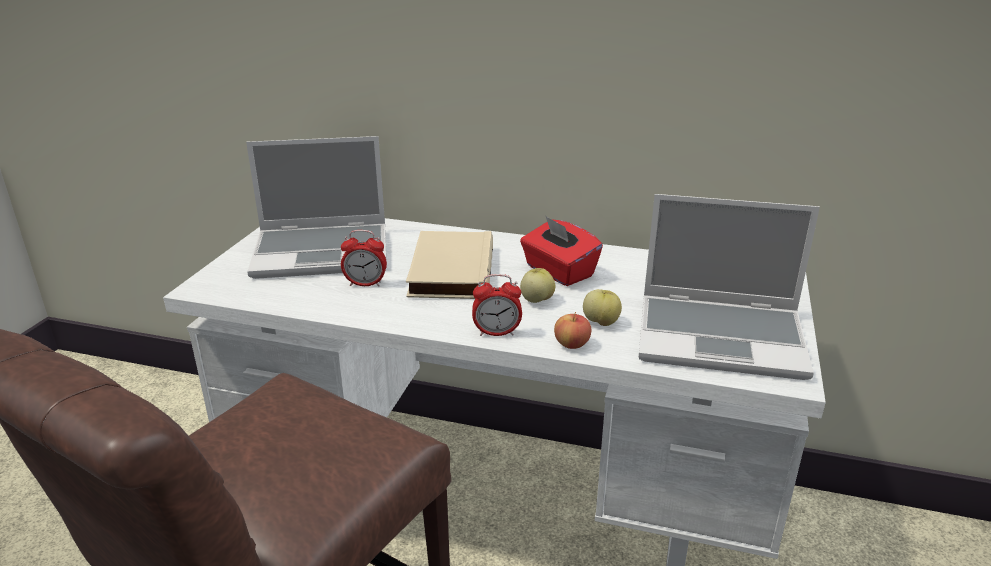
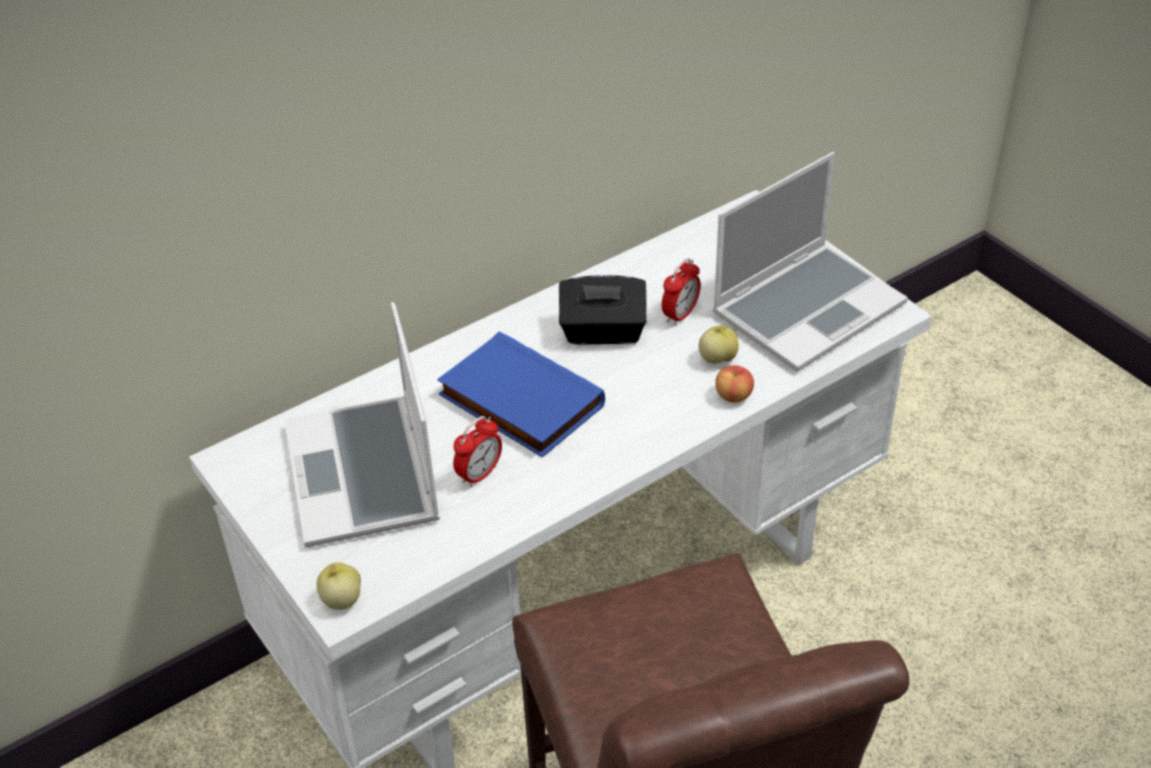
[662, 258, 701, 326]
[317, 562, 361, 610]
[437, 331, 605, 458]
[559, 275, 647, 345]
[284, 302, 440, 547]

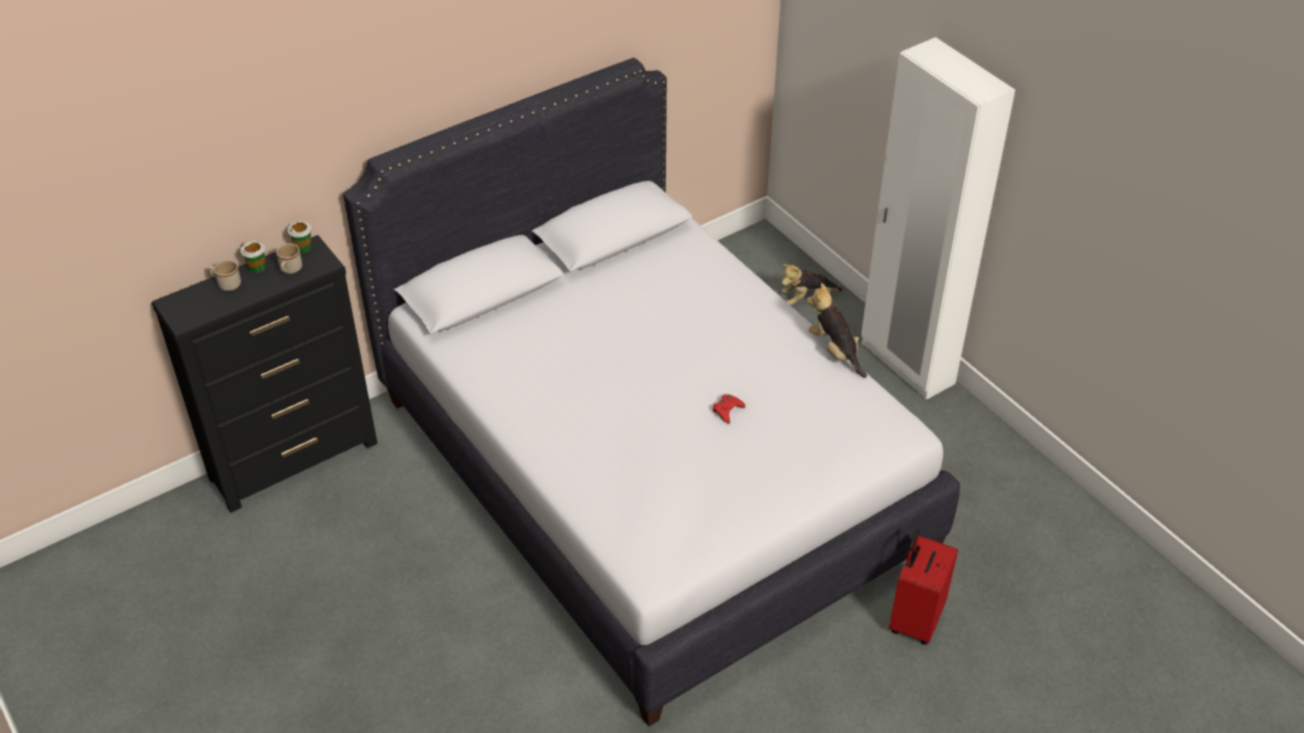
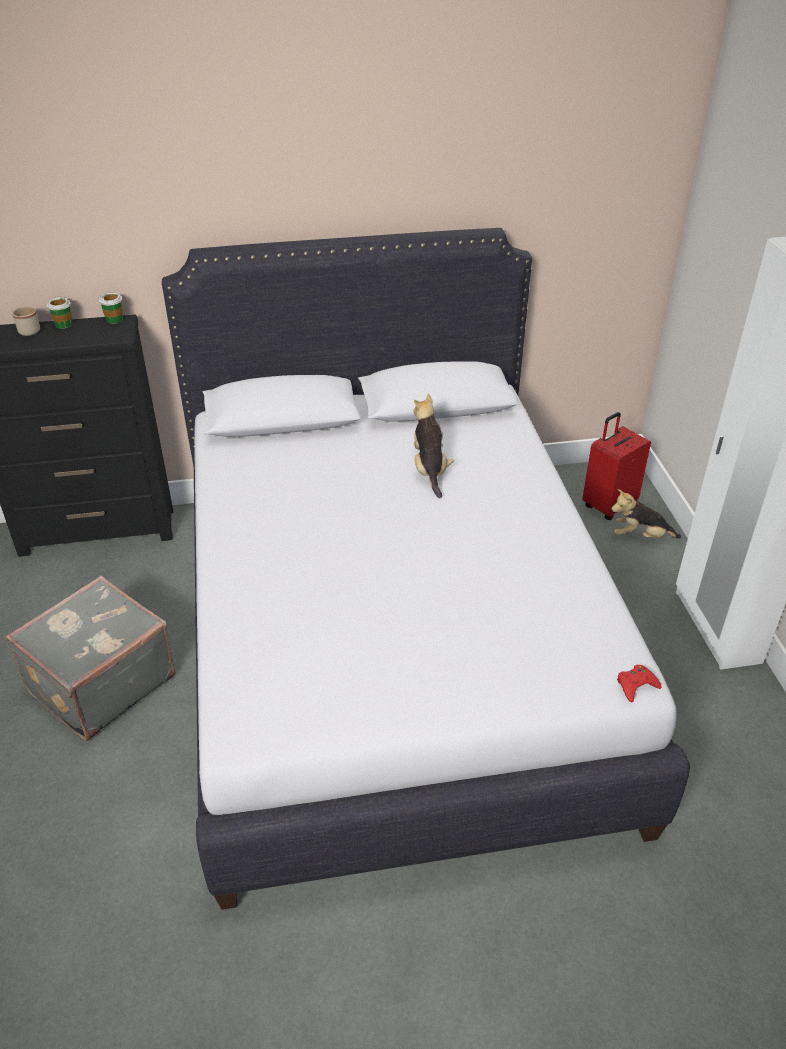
[276, 243, 302, 274] (first image)
[5, 575, 176, 741]
[617, 665, 661, 703]
[413, 394, 454, 498]
[582, 412, 651, 520]

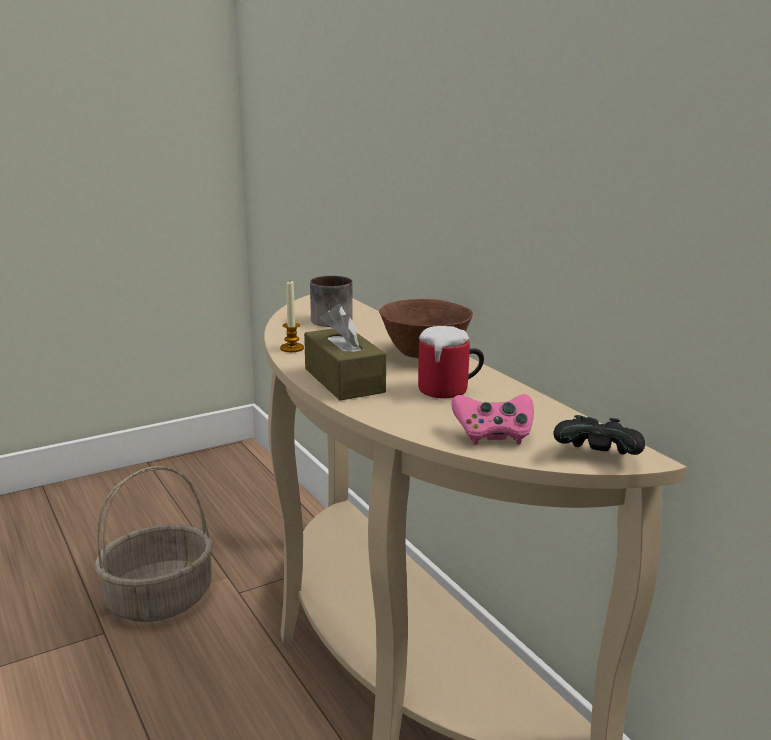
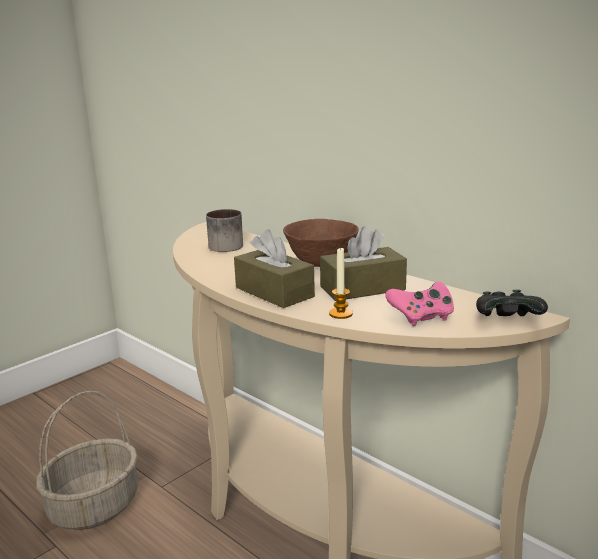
[329, 247, 353, 319]
[320, 226, 407, 301]

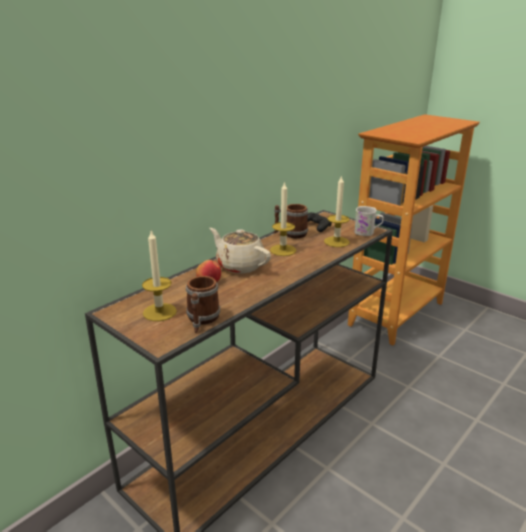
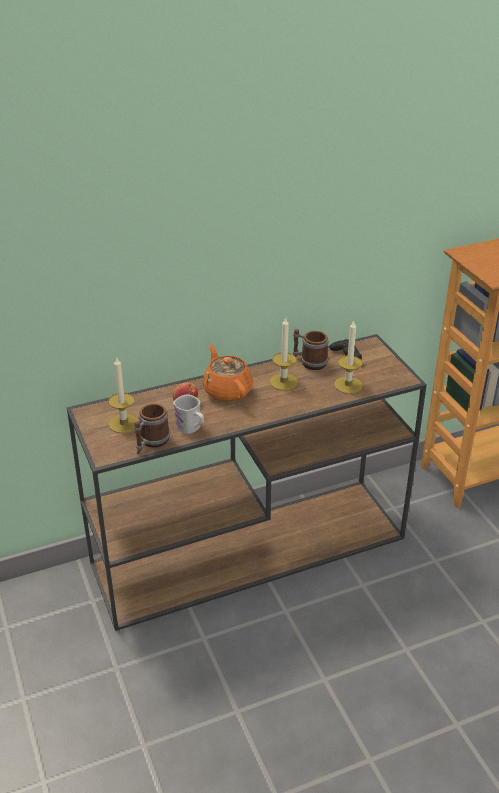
[173, 394, 204, 434]
[203, 344, 253, 402]

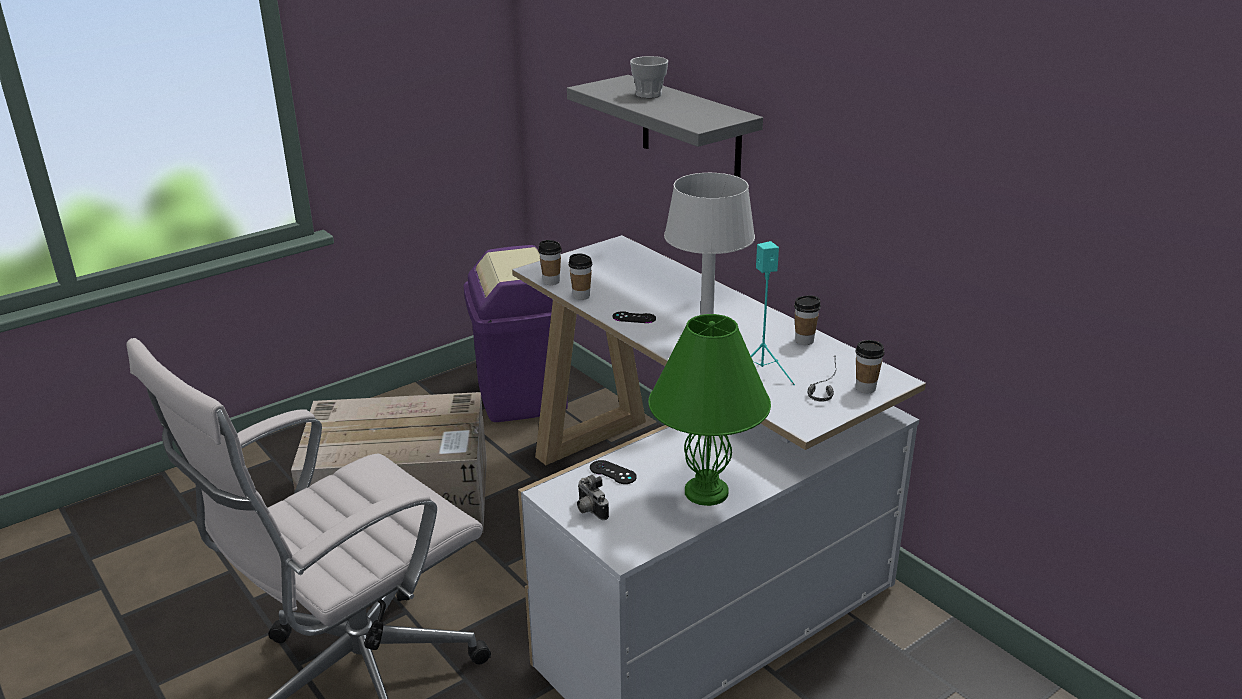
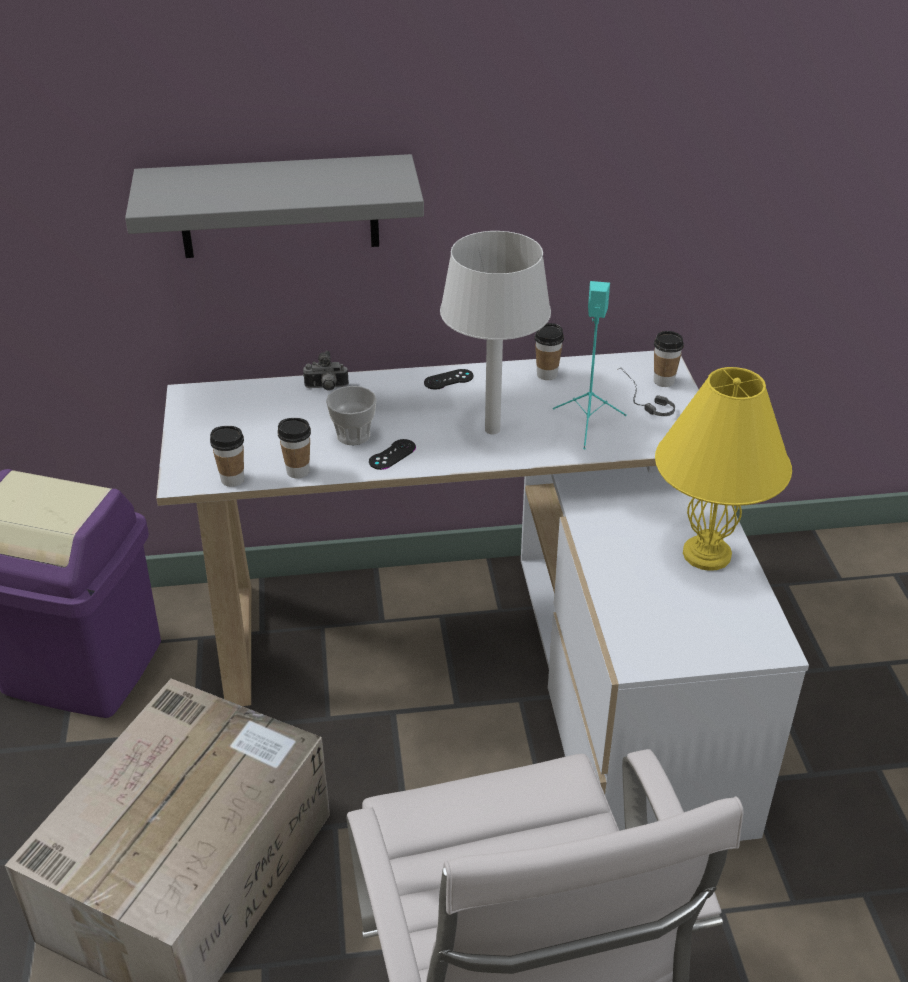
[303, 351, 349, 390]
[424, 369, 473, 390]
[326, 386, 377, 445]
[655, 367, 792, 571]

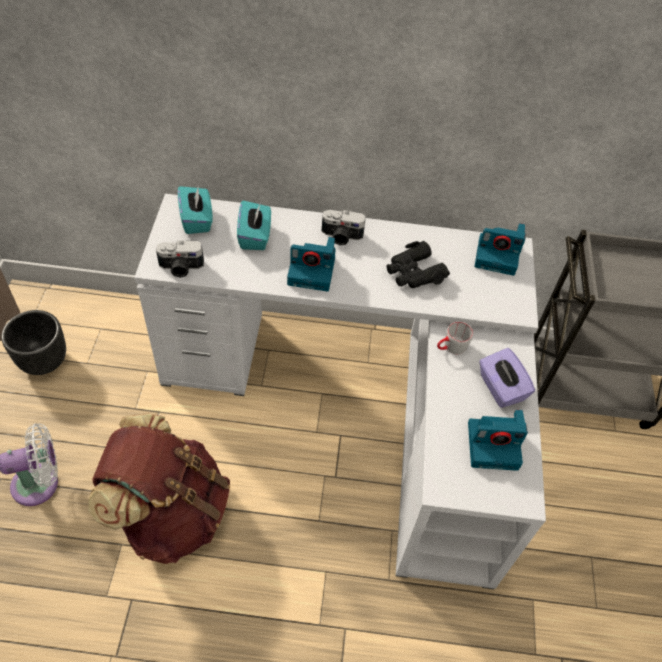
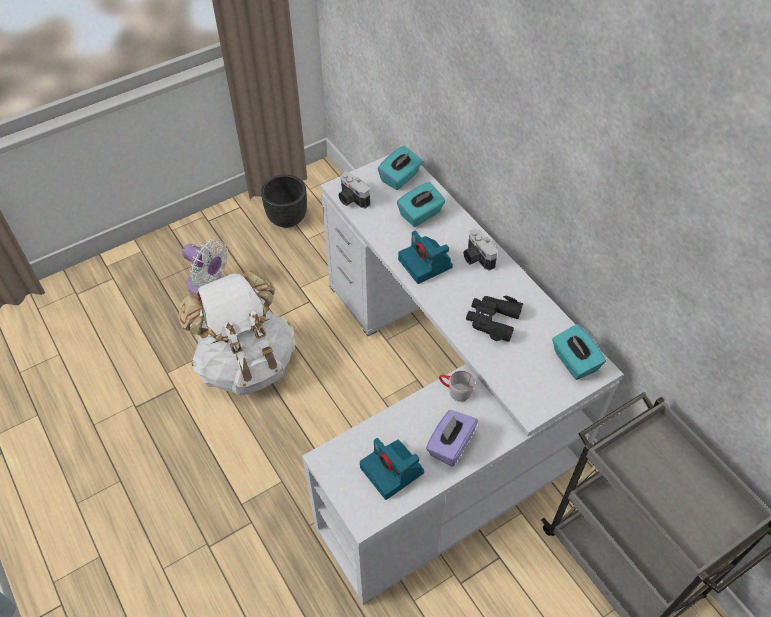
[552, 324, 606, 380]
[179, 271, 295, 396]

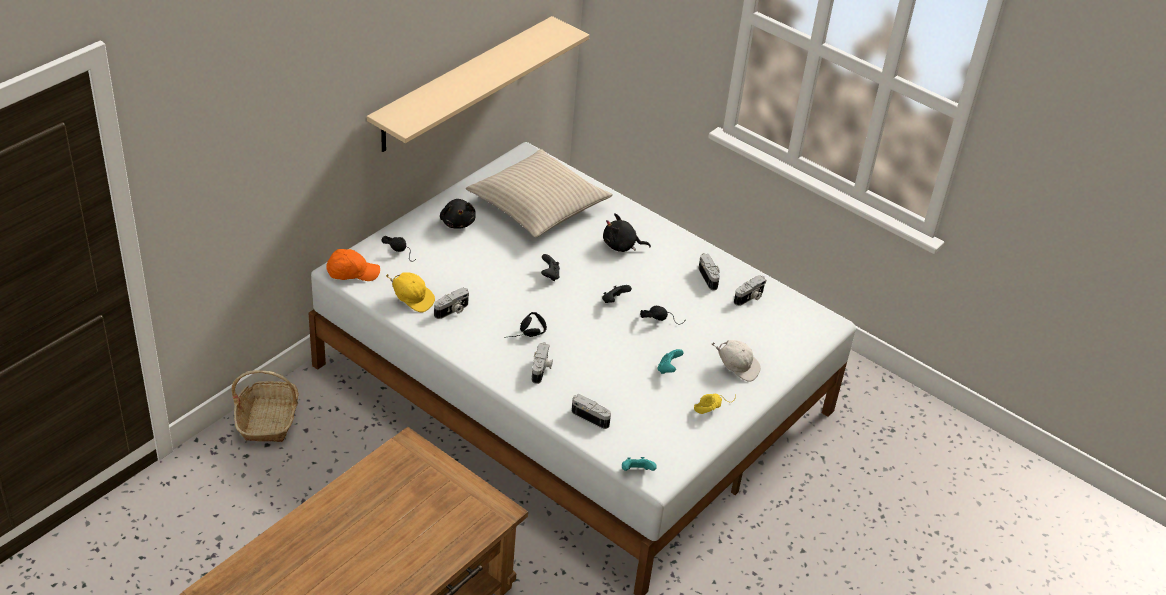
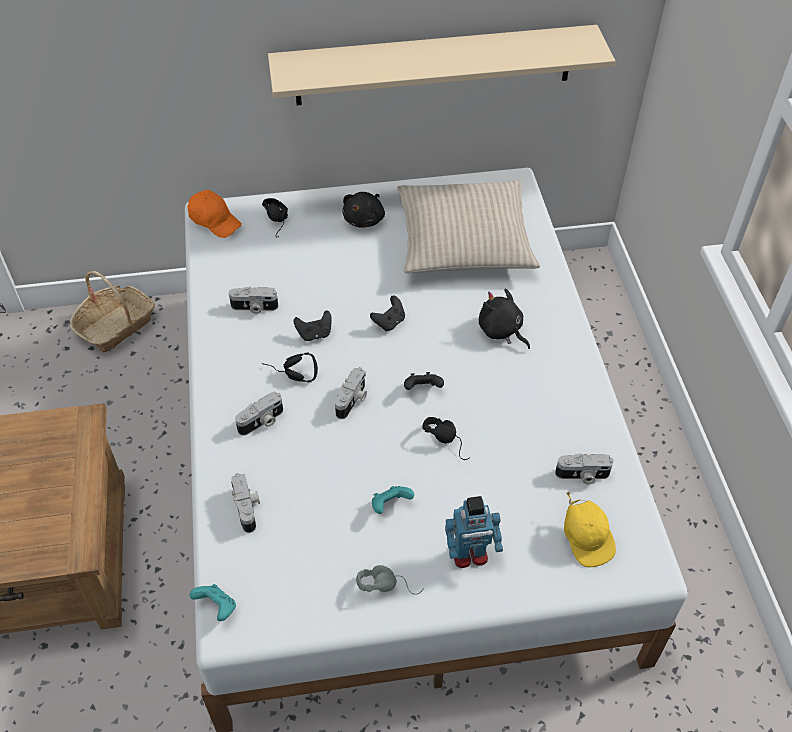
[294, 310, 332, 341]
[564, 492, 616, 567]
[335, 367, 367, 419]
[445, 496, 503, 568]
[356, 565, 424, 595]

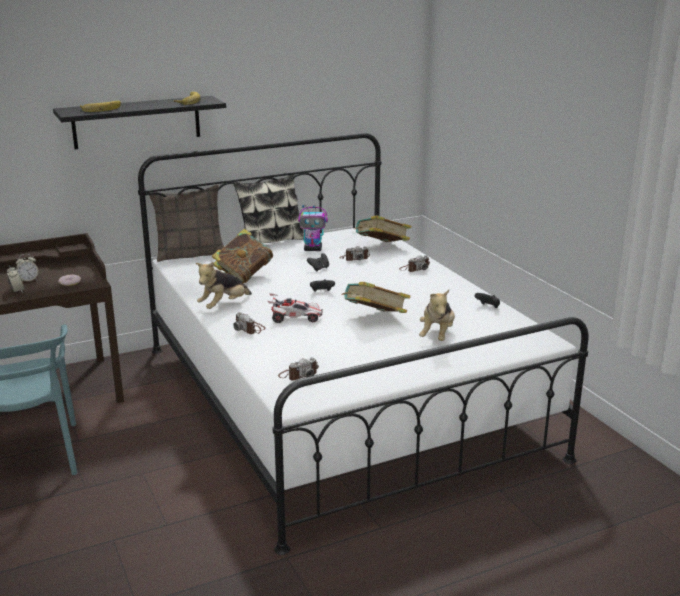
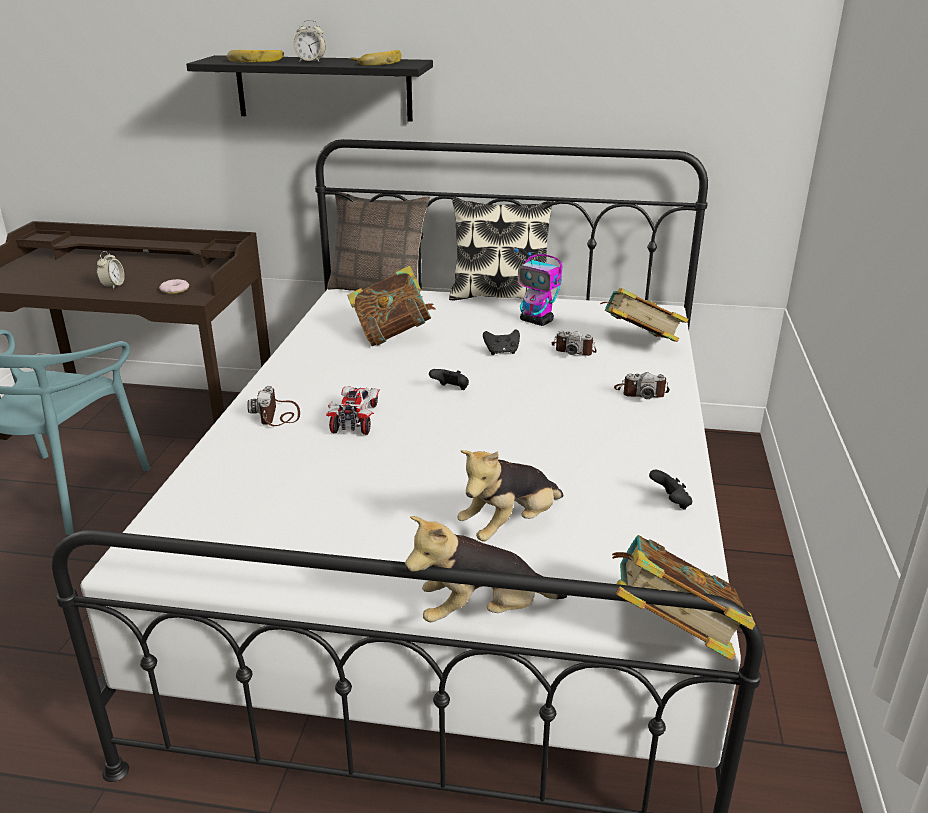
[278, 357, 319, 380] (first image)
[293, 20, 326, 62]
[405, 516, 567, 622]
[612, 535, 755, 661]
[326, 386, 380, 435]

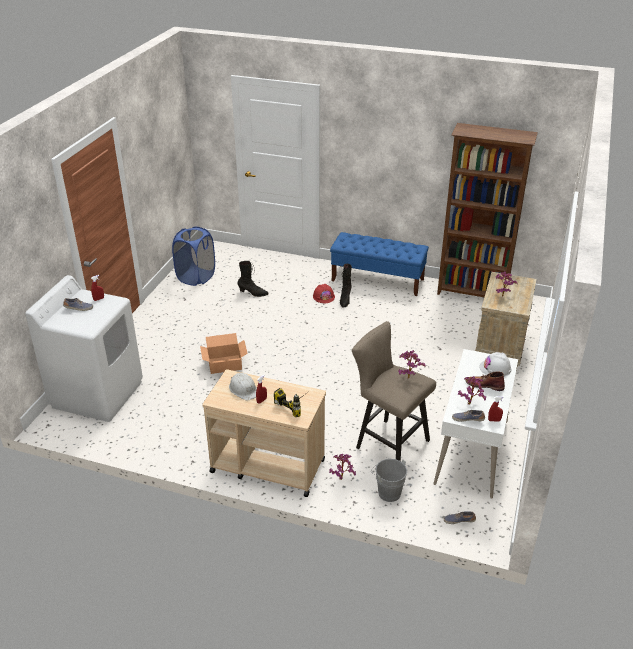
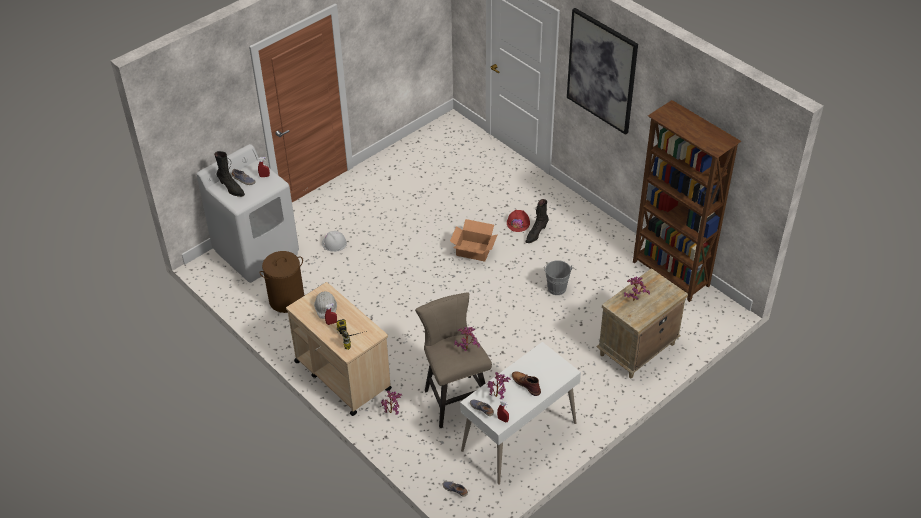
[172, 227, 215, 286] (first image)
[330, 232, 429, 296] (first image)
[259, 251, 304, 313]
[567, 8, 638, 135]
[450, 219, 498, 262]
[214, 151, 245, 197]
[544, 260, 572, 295]
[322, 231, 347, 252]

